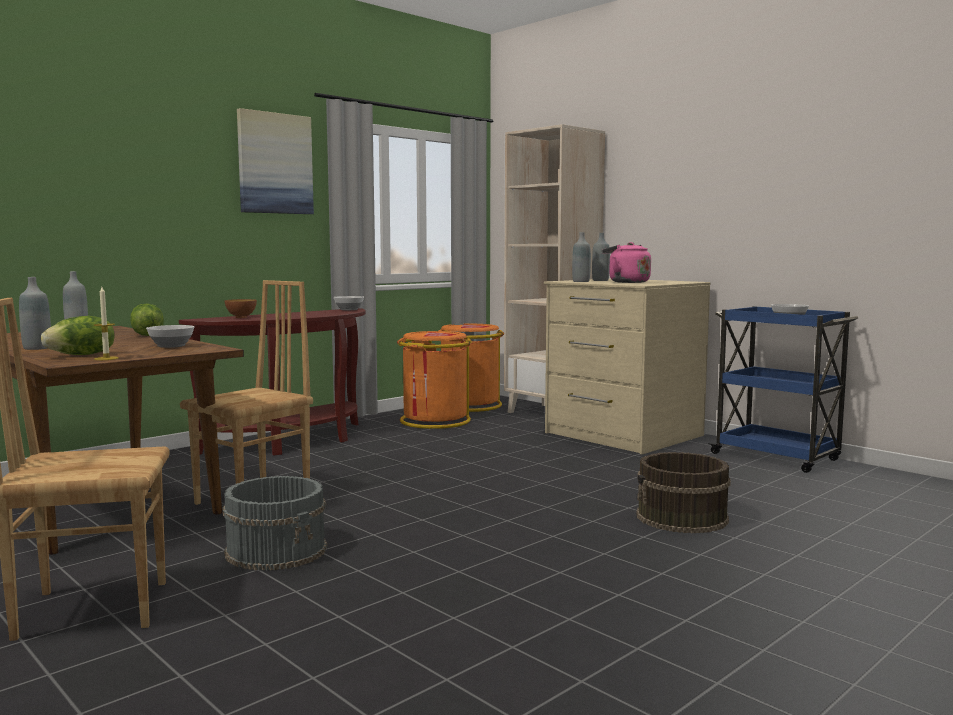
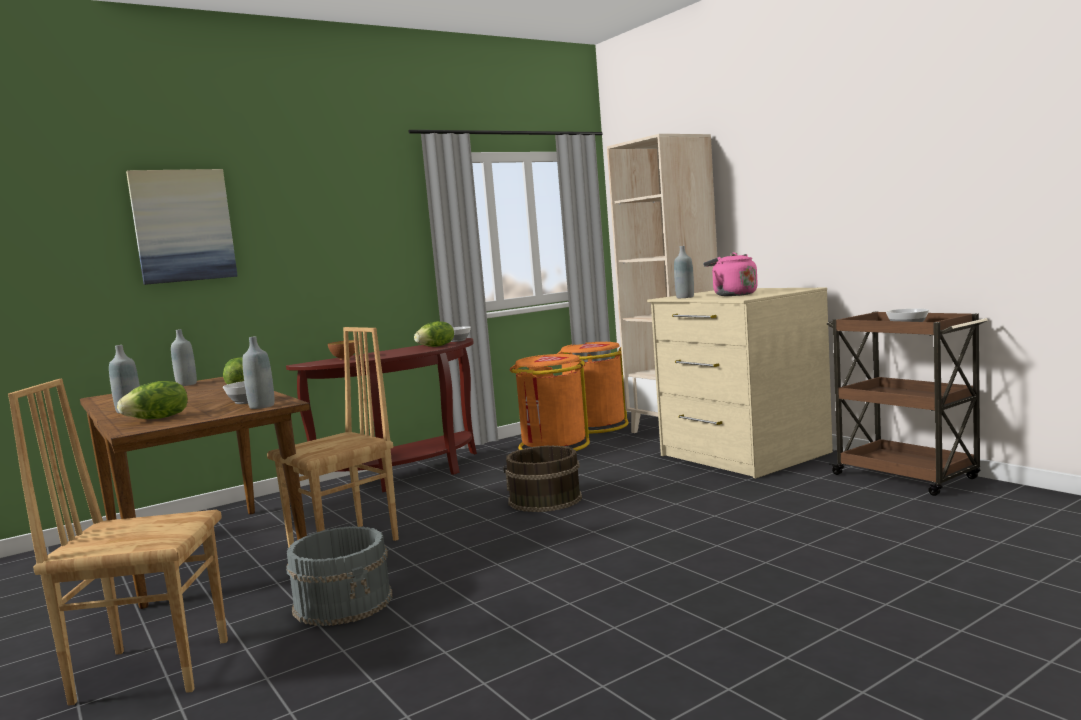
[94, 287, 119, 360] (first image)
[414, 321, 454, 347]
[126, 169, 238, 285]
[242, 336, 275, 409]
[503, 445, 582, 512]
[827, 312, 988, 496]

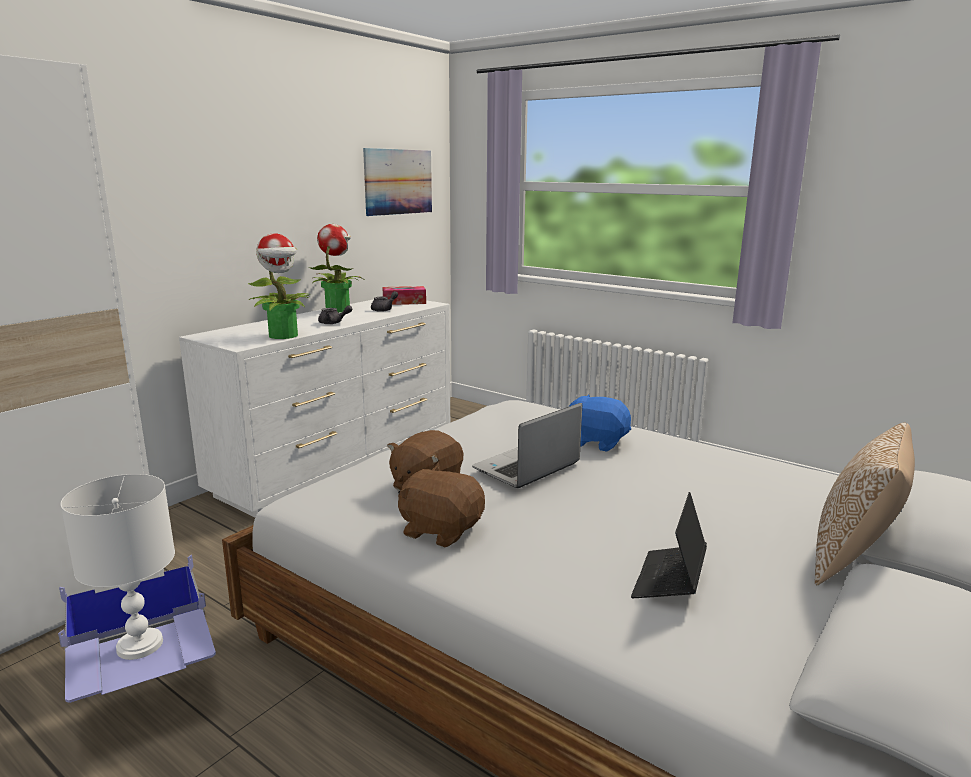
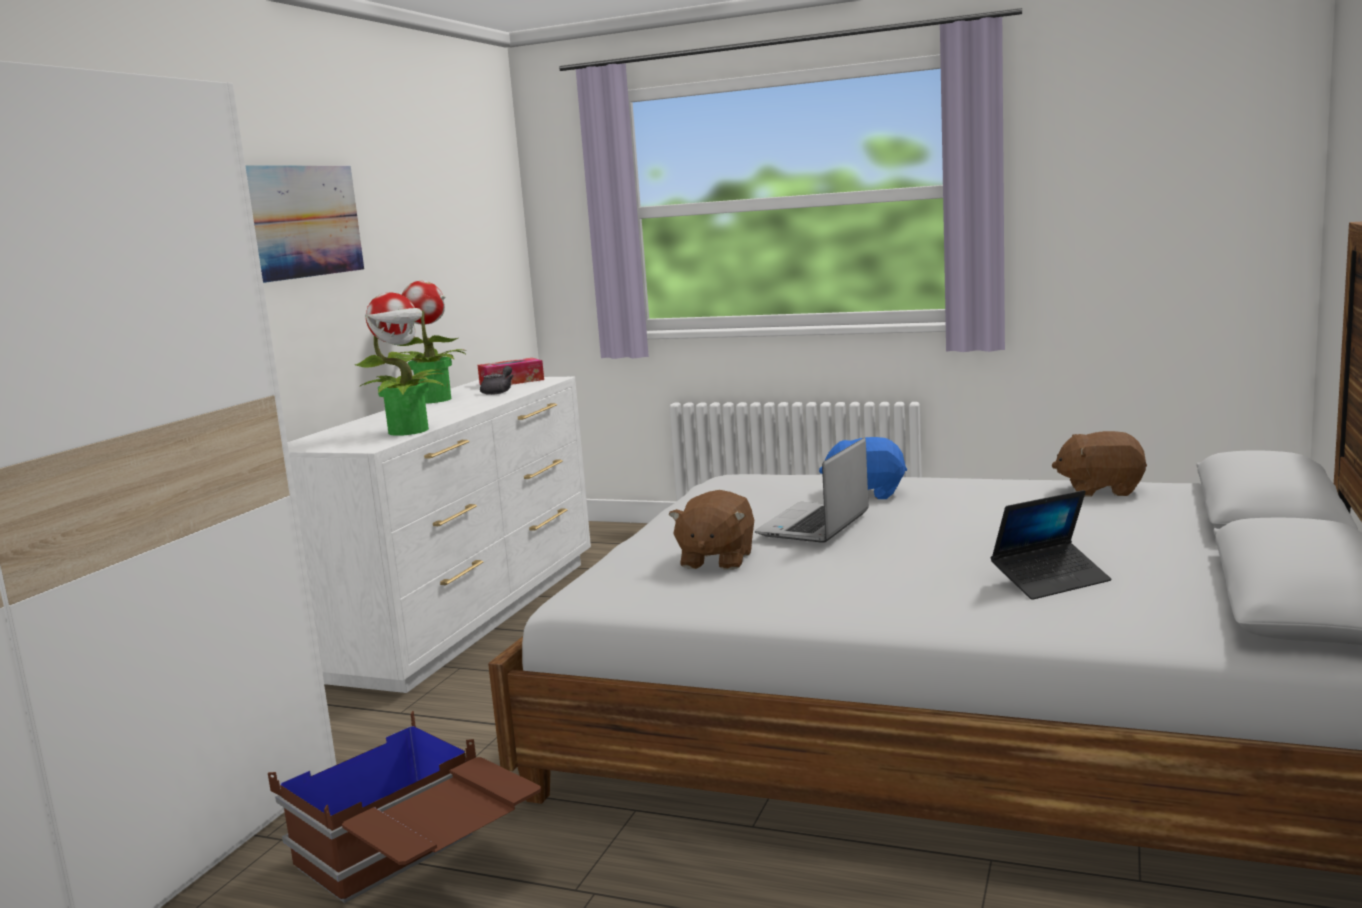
[61, 474, 175, 660] (first image)
[318, 305, 352, 324] (first image)
[815, 423, 915, 585] (first image)
[245, 165, 364, 283]
[1051, 431, 1147, 496]
[268, 711, 541, 903]
[991, 490, 1111, 600]

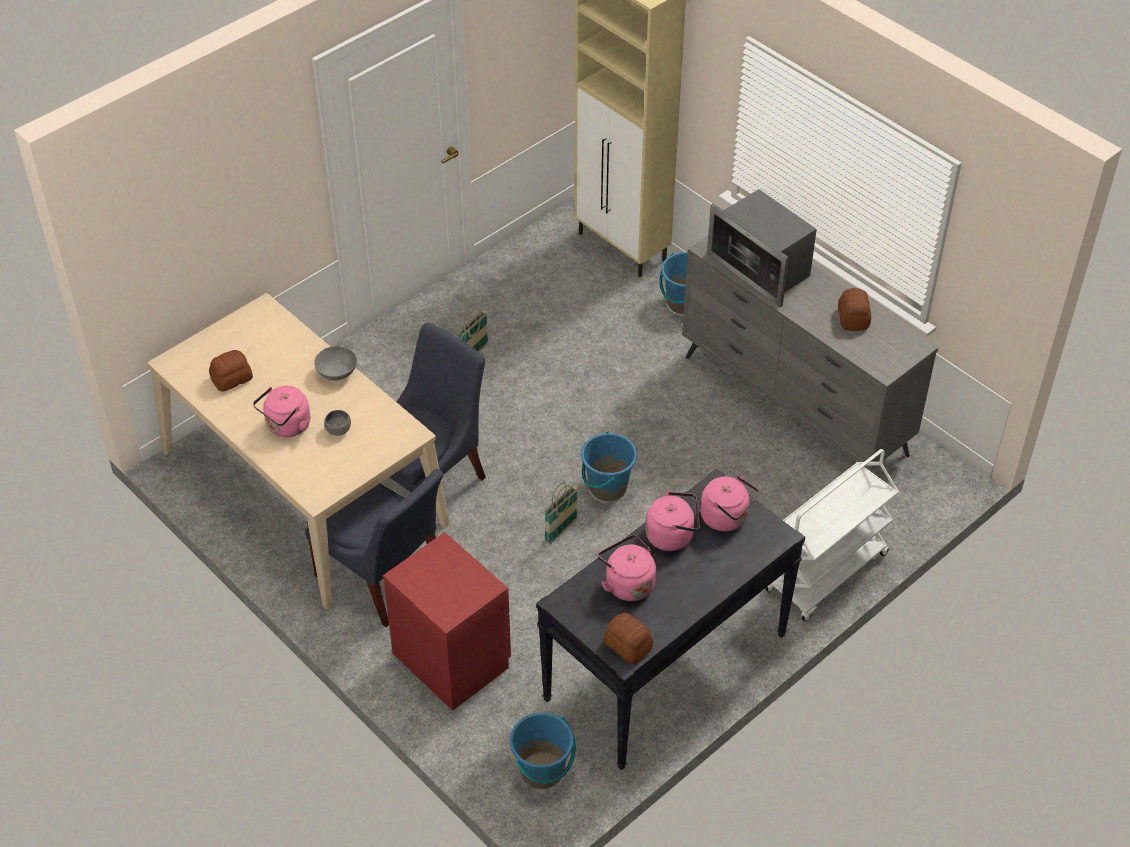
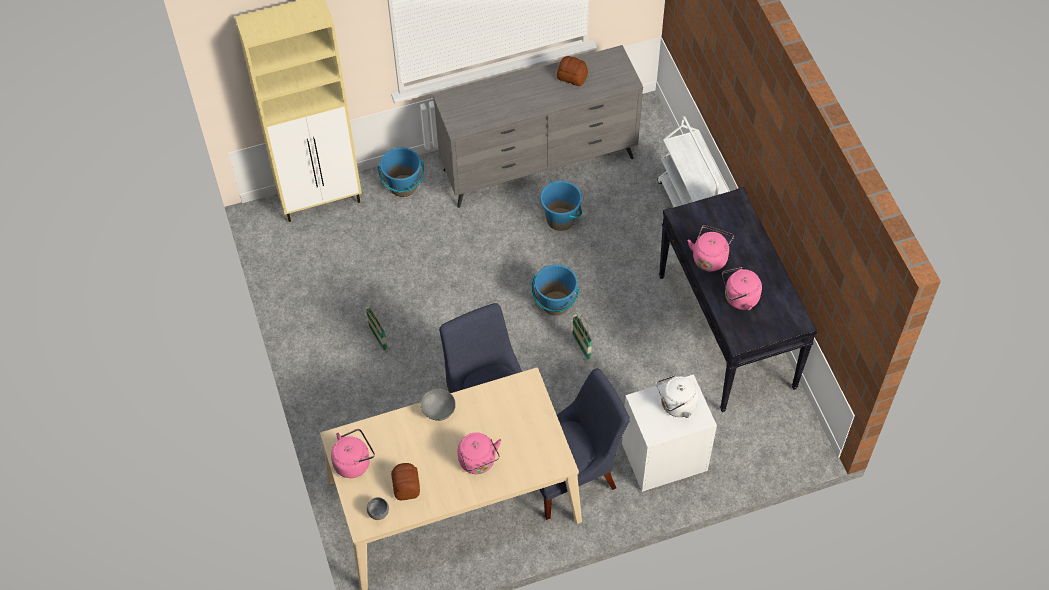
[604, 613, 653, 664] (first image)
[707, 189, 817, 307] (first image)
[656, 375, 698, 418]
[367, 497, 389, 520]
[540, 181, 582, 231]
[331, 429, 375, 478]
[622, 374, 717, 492]

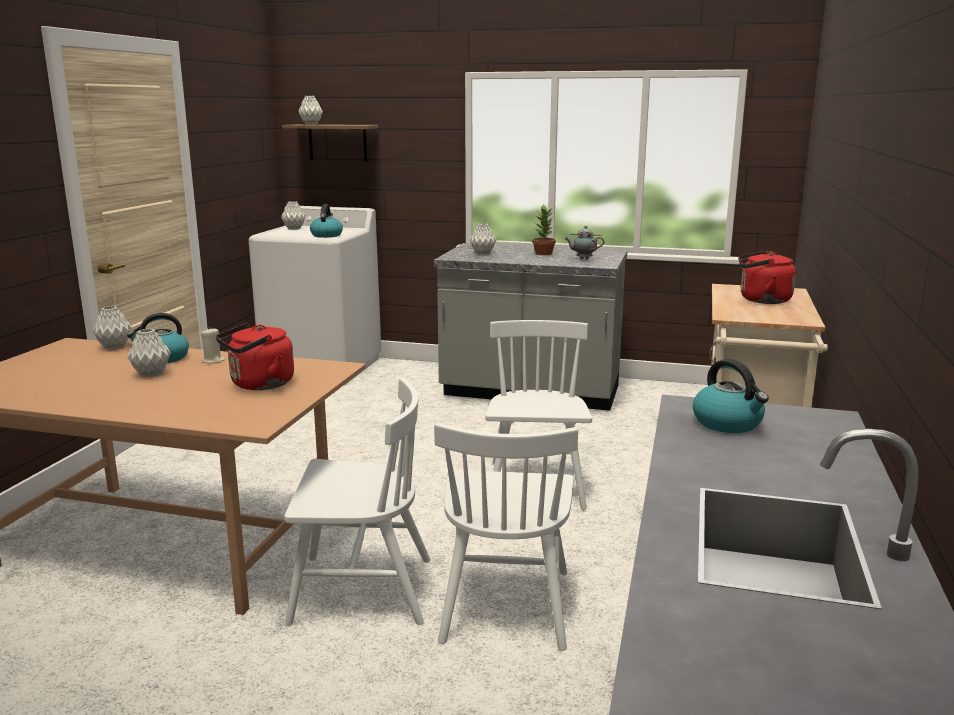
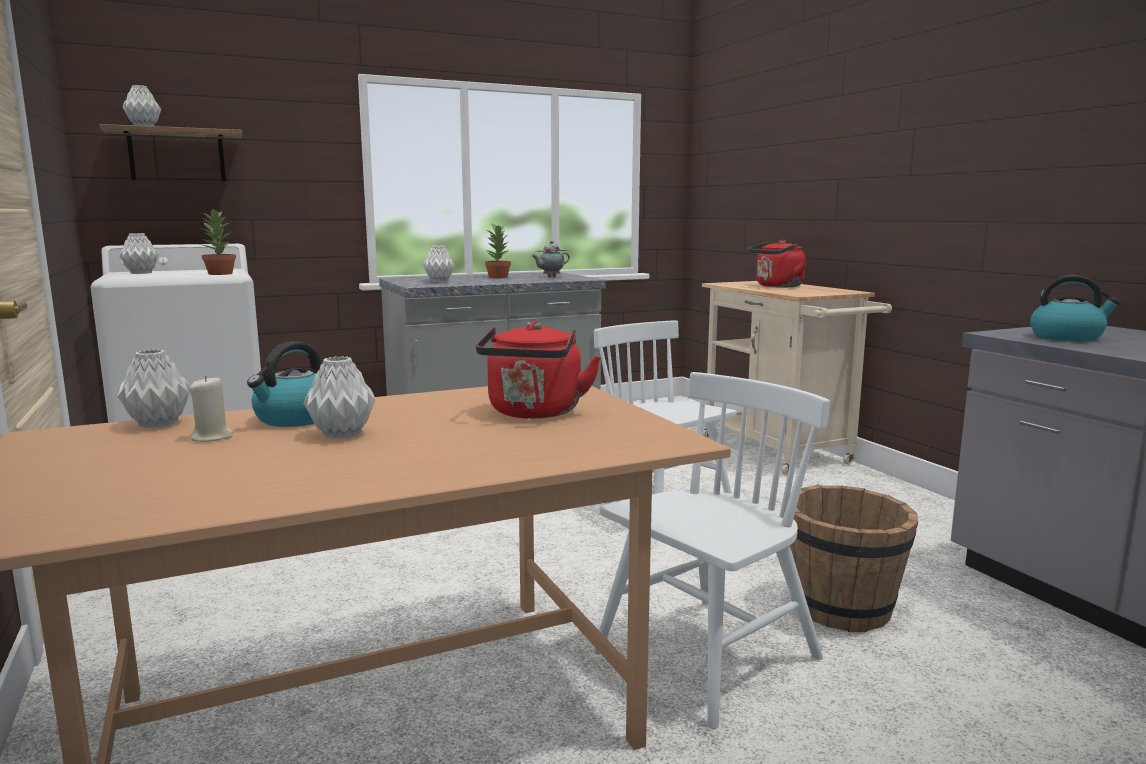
[189, 375, 233, 442]
[201, 208, 236, 275]
[790, 484, 918, 632]

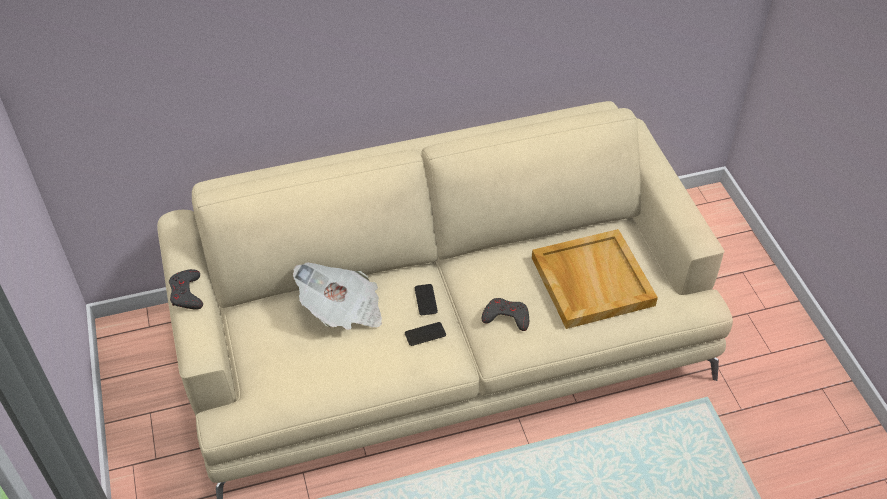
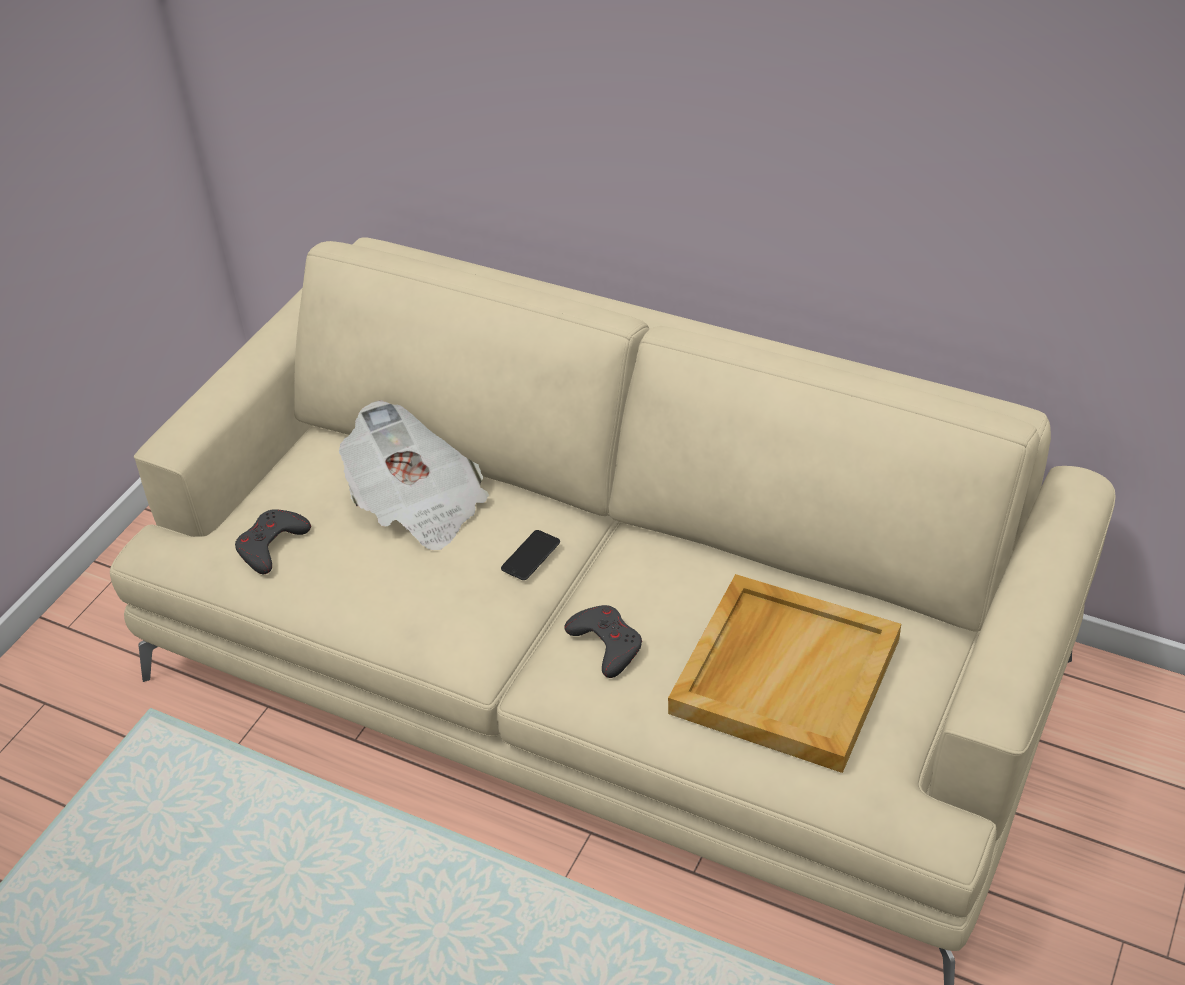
[405, 322, 446, 346] (first image)
[235, 509, 311, 574]

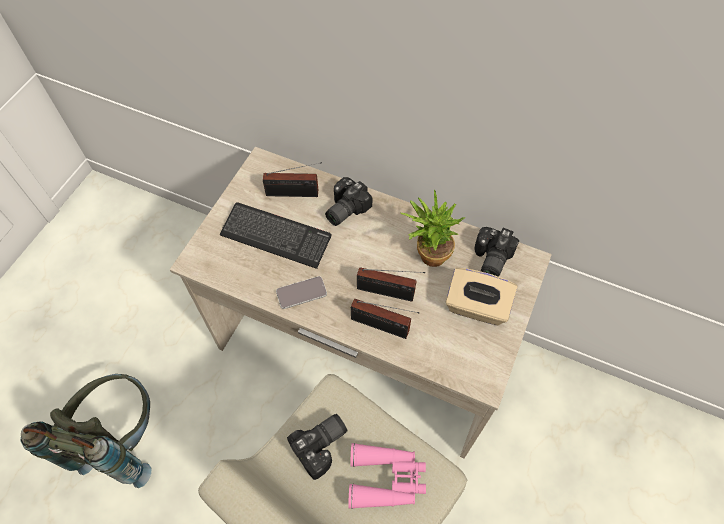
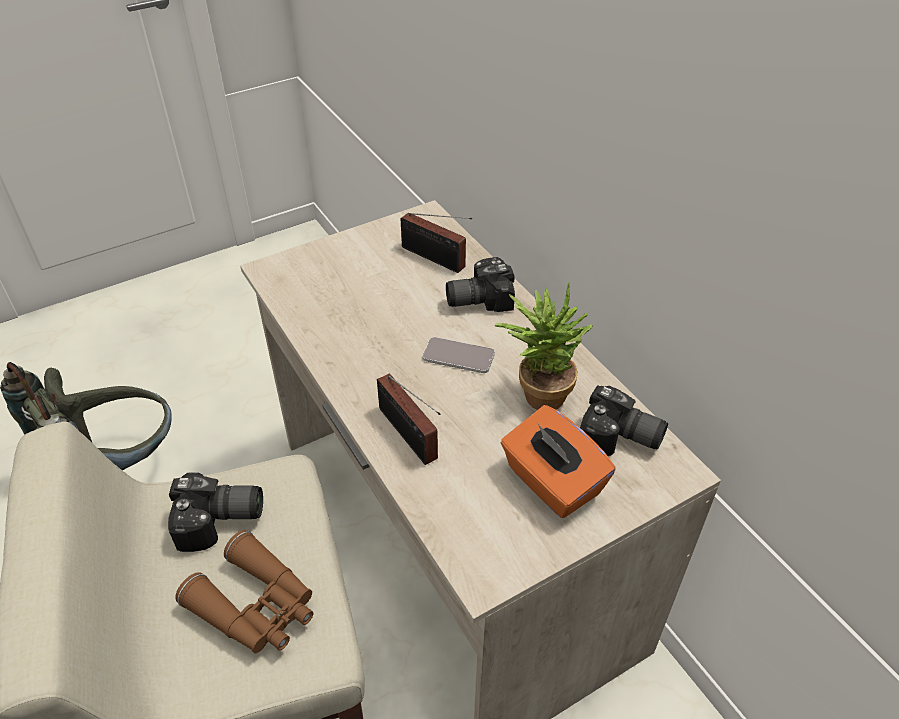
[220, 202, 331, 269] (first image)
[357, 267, 425, 302] (first image)
[423, 337, 495, 373]
[175, 530, 314, 653]
[501, 405, 616, 518]
[580, 385, 668, 456]

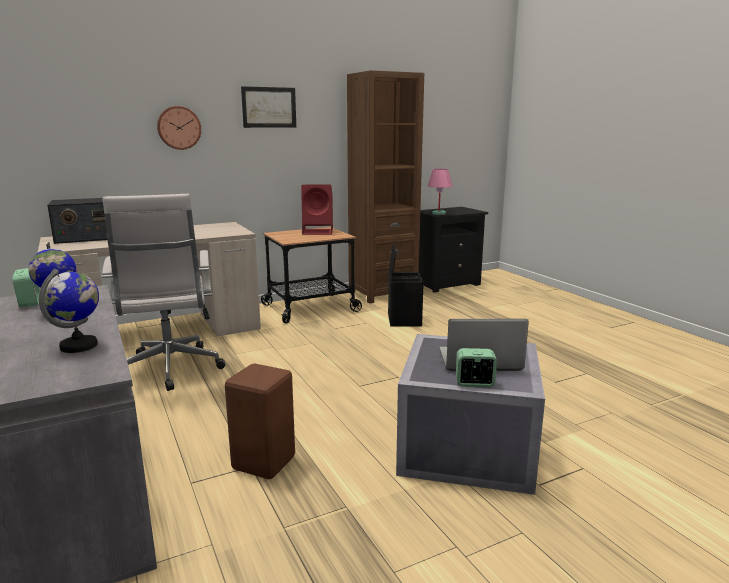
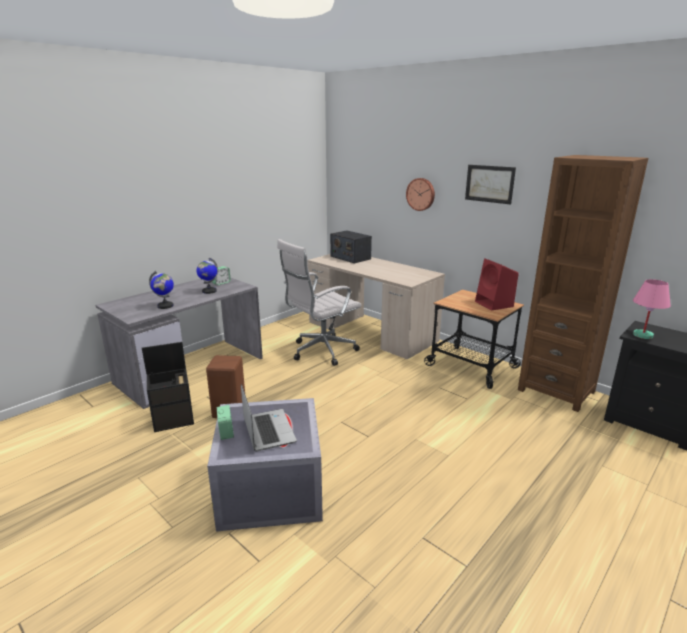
[142, 342, 194, 432]

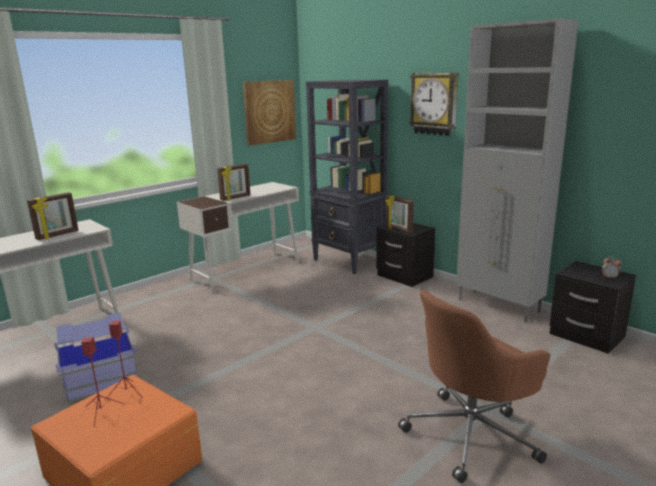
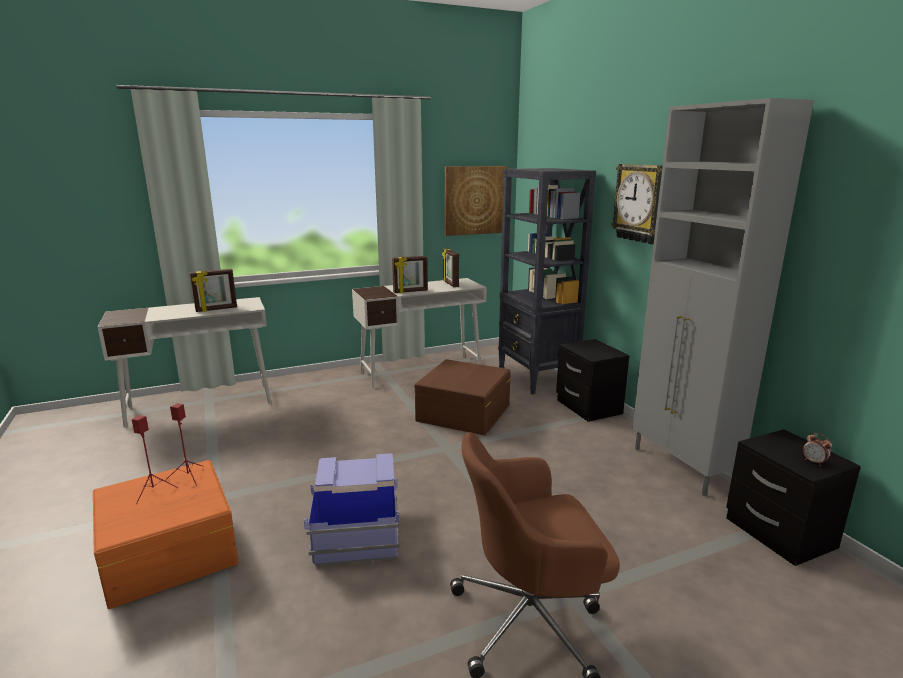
[415, 359, 511, 435]
[304, 453, 400, 566]
[442, 249, 459, 287]

